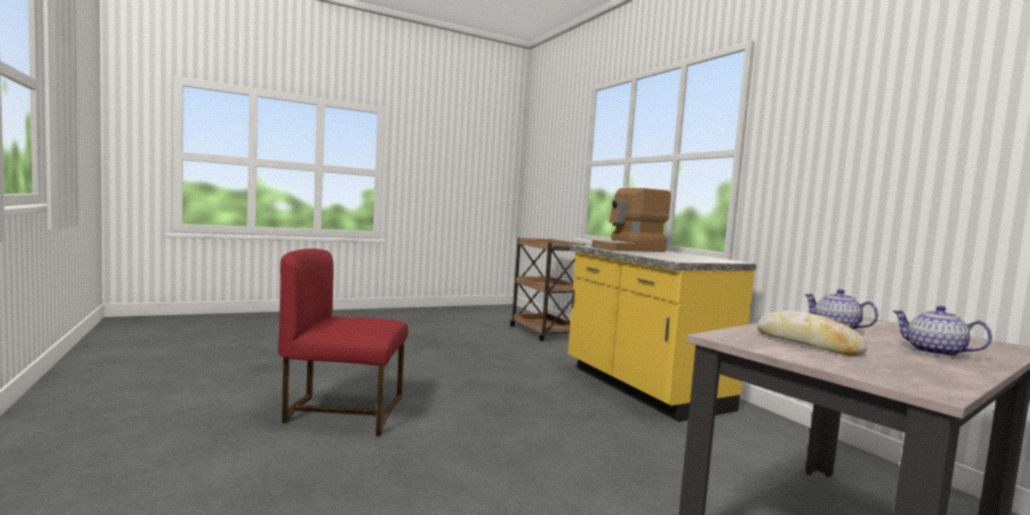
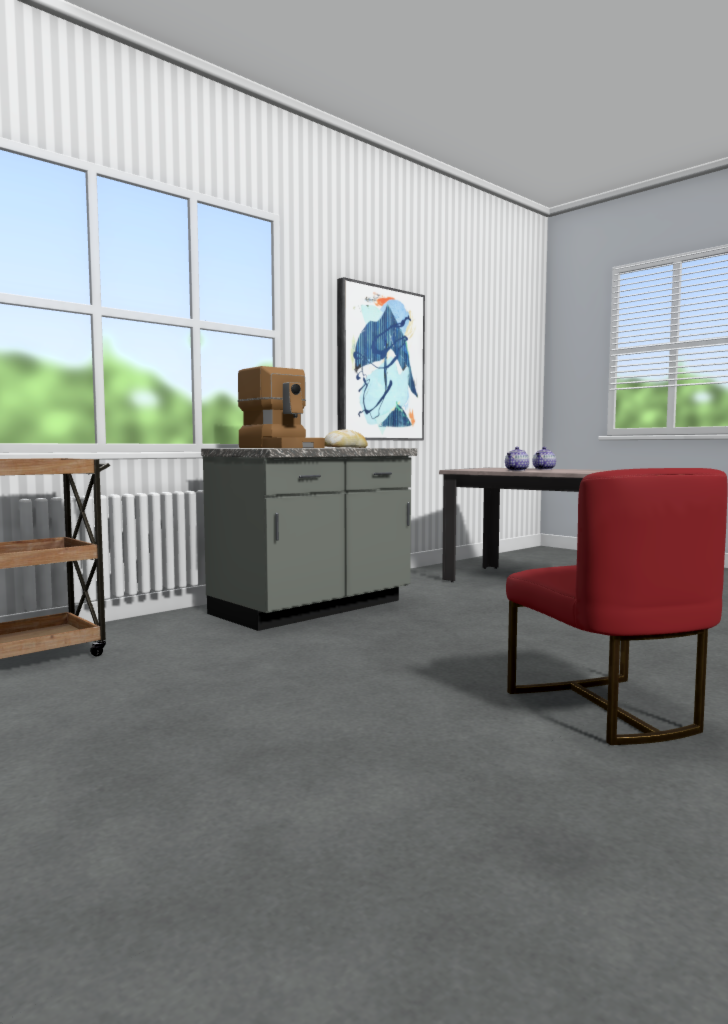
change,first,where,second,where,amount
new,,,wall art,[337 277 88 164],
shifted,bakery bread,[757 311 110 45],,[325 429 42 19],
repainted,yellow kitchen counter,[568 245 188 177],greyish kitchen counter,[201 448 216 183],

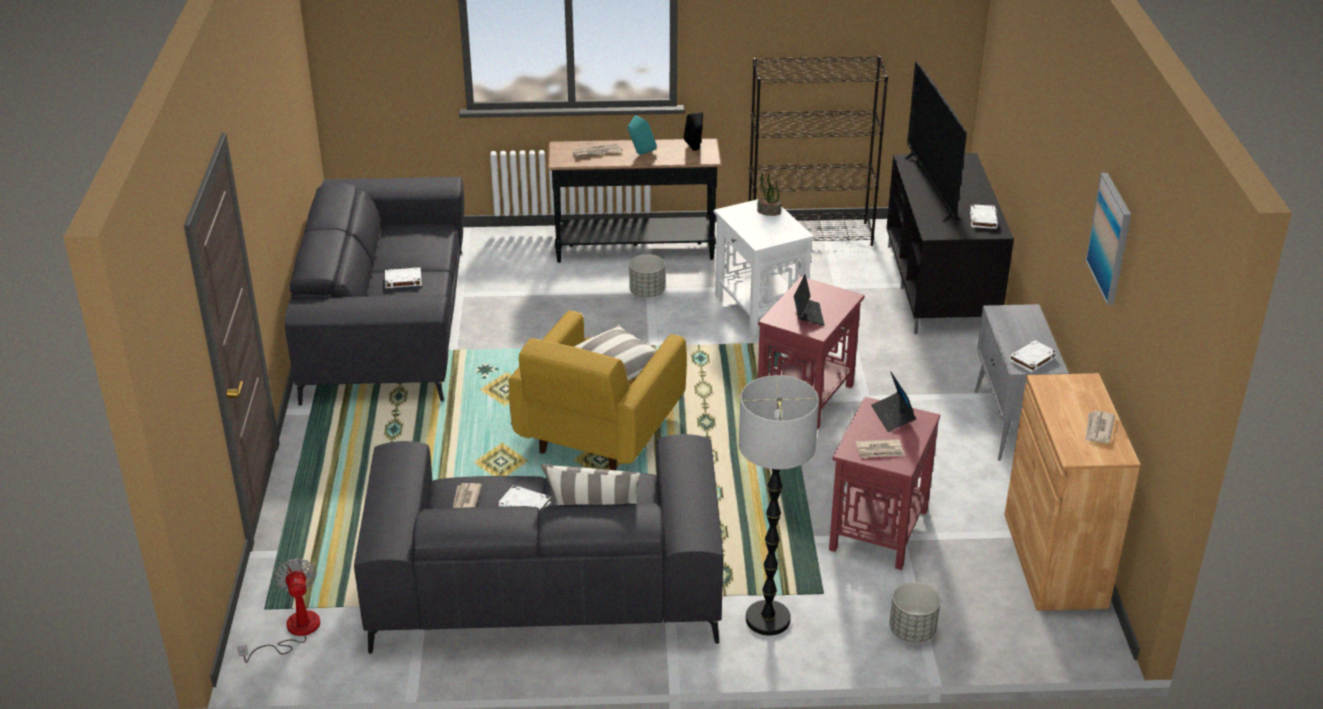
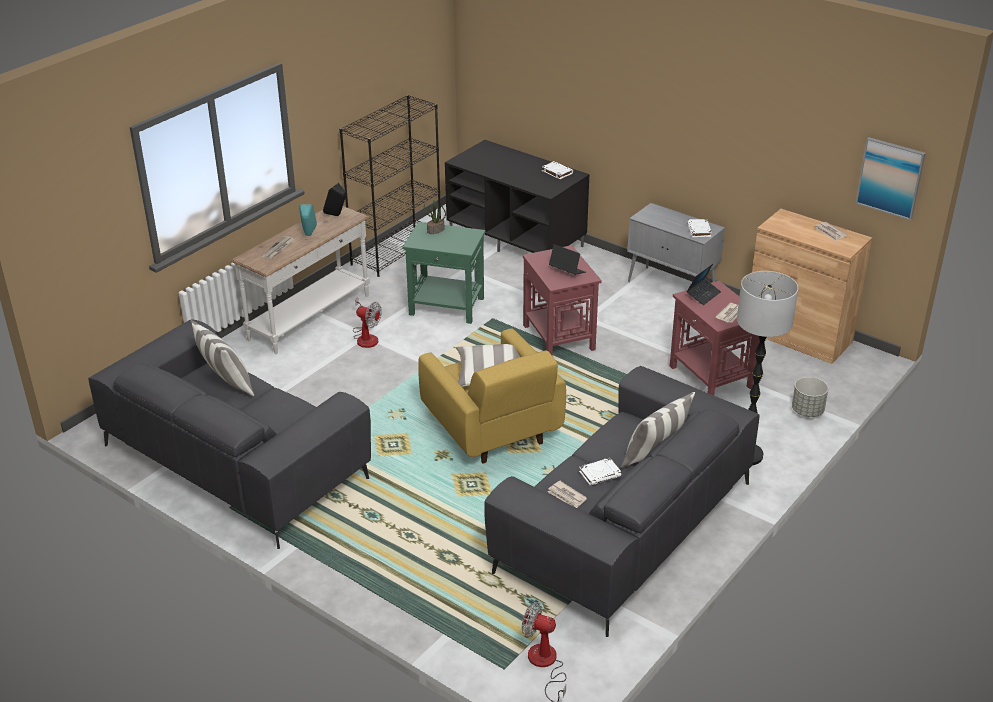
change,first,where,second,where,amount
gone,white-coloured bound book,[385 268 37 20],,,
gone,TV set,[904 61 63 161],,,
new,,,throw pillow,[190 320 64 76],
shifted,wall art,[1085 173 46 132],,[856 137 70 83],
swapped,greyish flower pot,[629 254 36 43],fan,[353 297 29 51],
repainted,black narrow table,[547 139 175 124],white-coloured narrow table,[231 206 139 148],
repainted,white-coloured side table,[714 197 100 139],green side table,[402 222 84 102],
rotated,notebook computer,[871 372 45 60],,[687 264 34 41],75 degrees counterclockwise

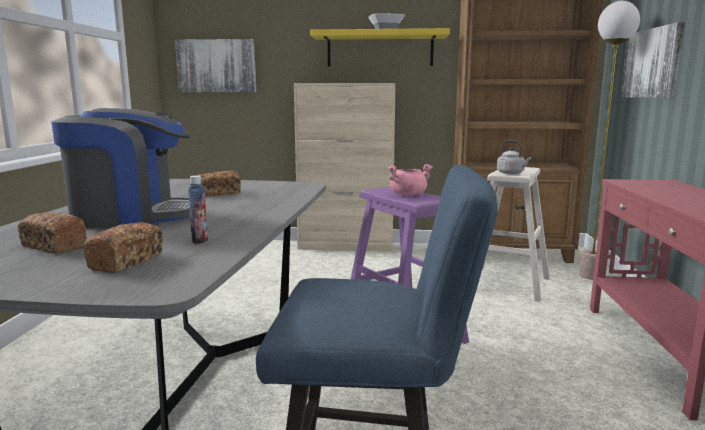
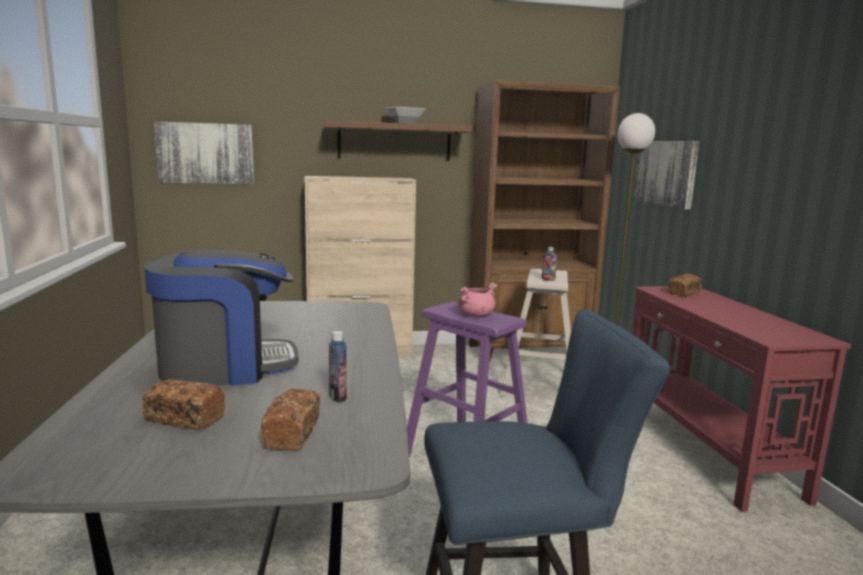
change,first,where,second,where,amount
shifted,bakery bread,[198 171 43 25],,[668 274 34 23],
swapped,greyish kettle,[497 140 34 34],drink bottle,[542 247 15 34],
repainted,yellow bracket shelf,[310 28 140 39],brown-coloured bracket shelf,[324 120 149 41],

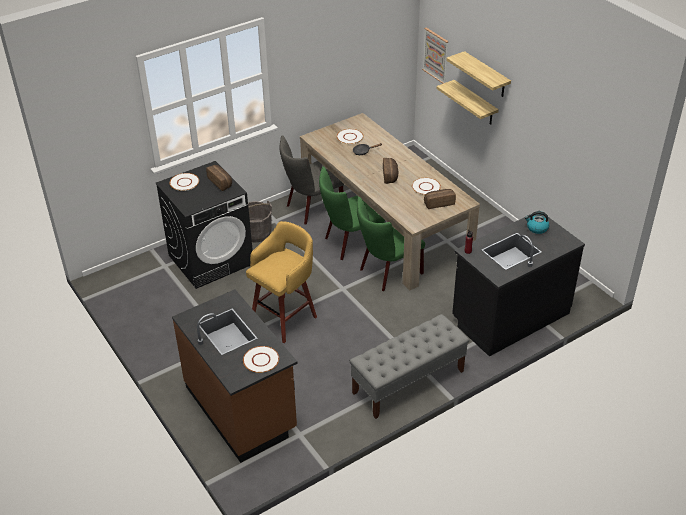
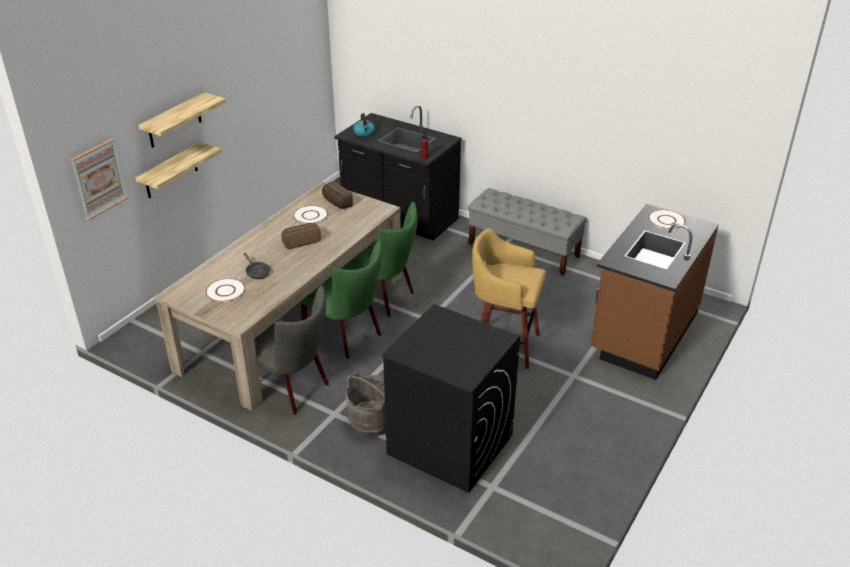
change,first,where,second,where,amount
gone,white-coloured flat dish,[170 173 29 18],,,
gone,bakery bread,[206 165 26 26],,,

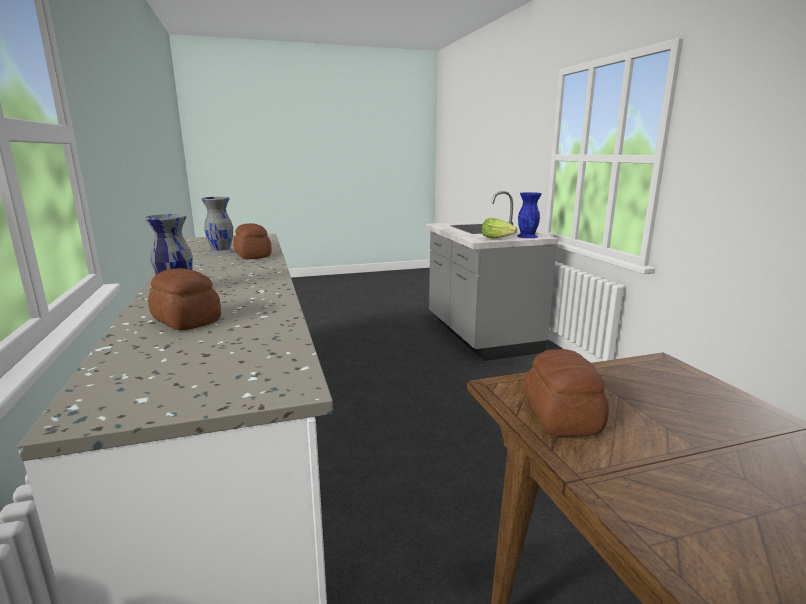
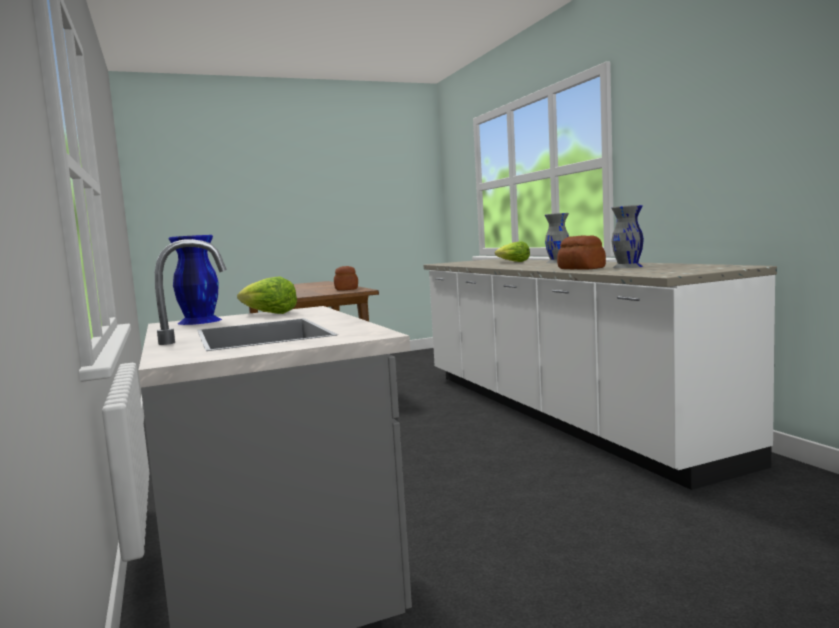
change,first,where,second,where,amount
swapped,bakery bread,[148 268 73 62],lettuce head,[495 241 35 21],

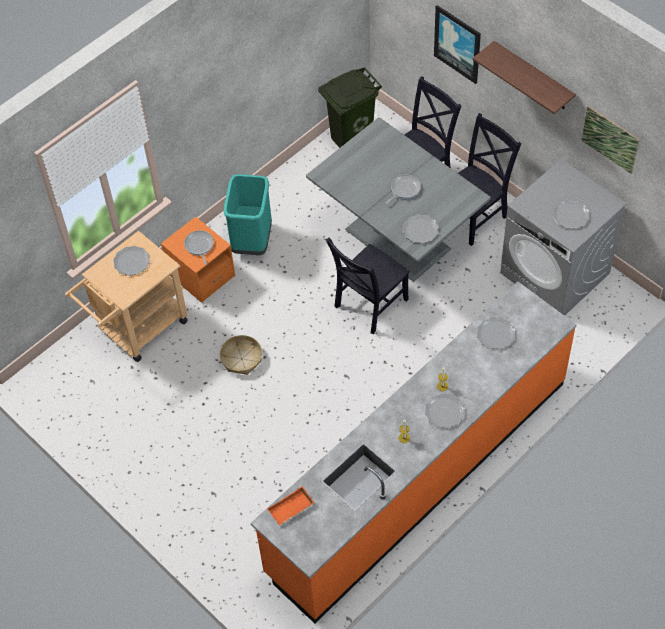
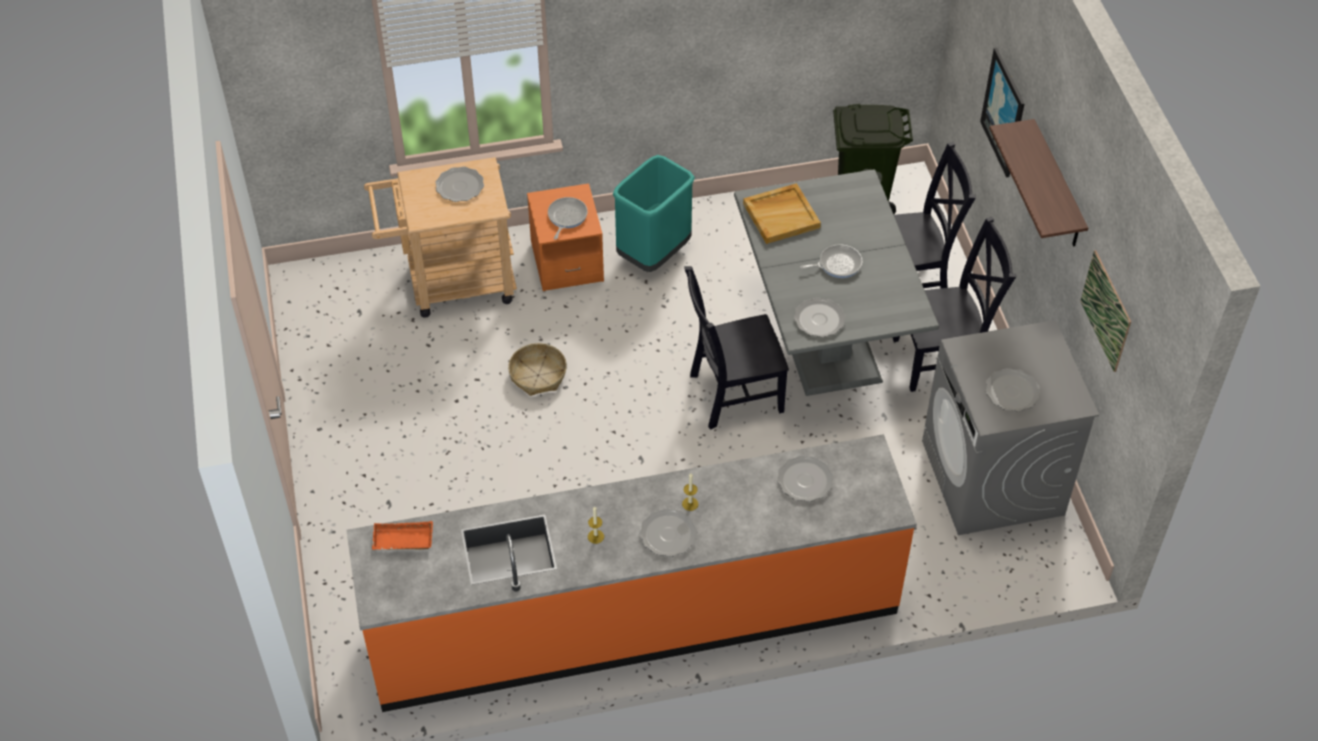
change,first,where,second,where,amount
new,,,beige-coloured tray,[743 183 78 61],

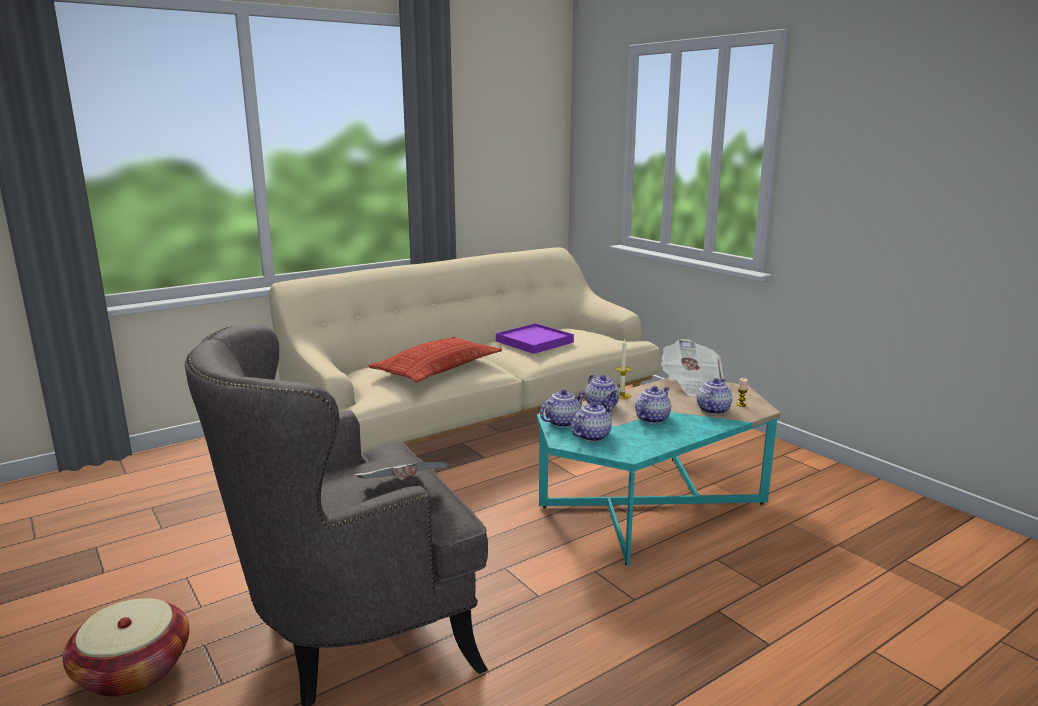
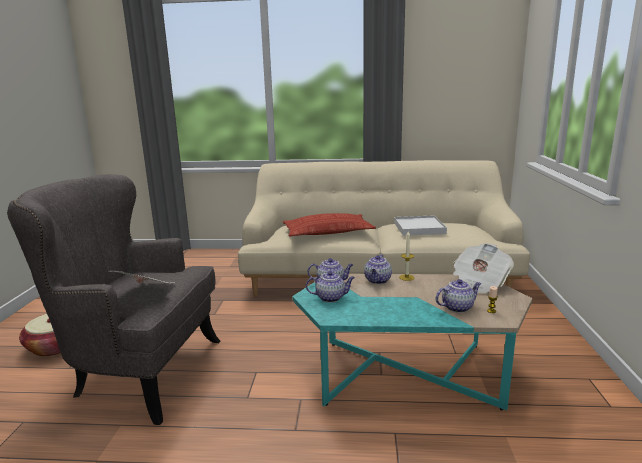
change,first,where,second,where,amount
gone,tea pot,[635 386 36 38],,,
repainted,purple tray,[496 323 78 31],white-coloured tray,[394 215 53 21],

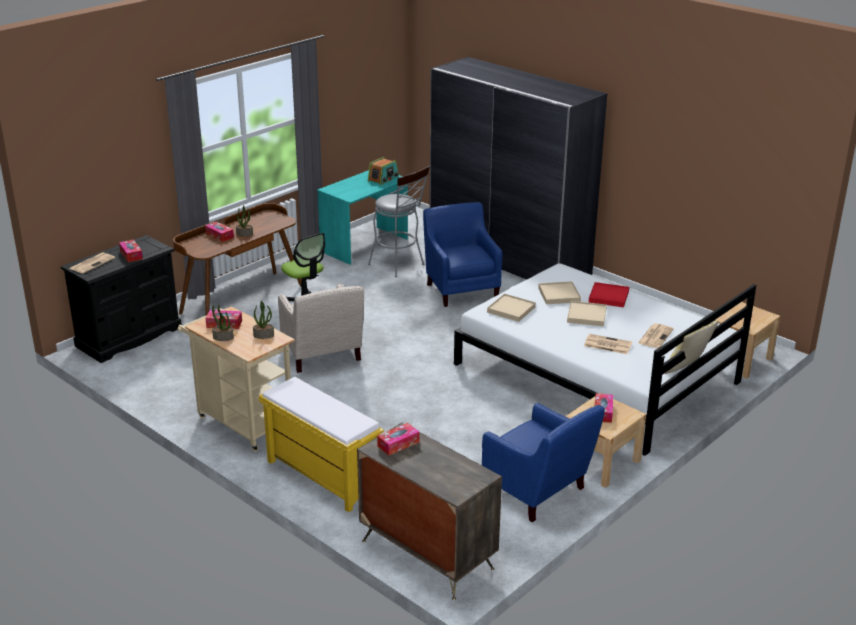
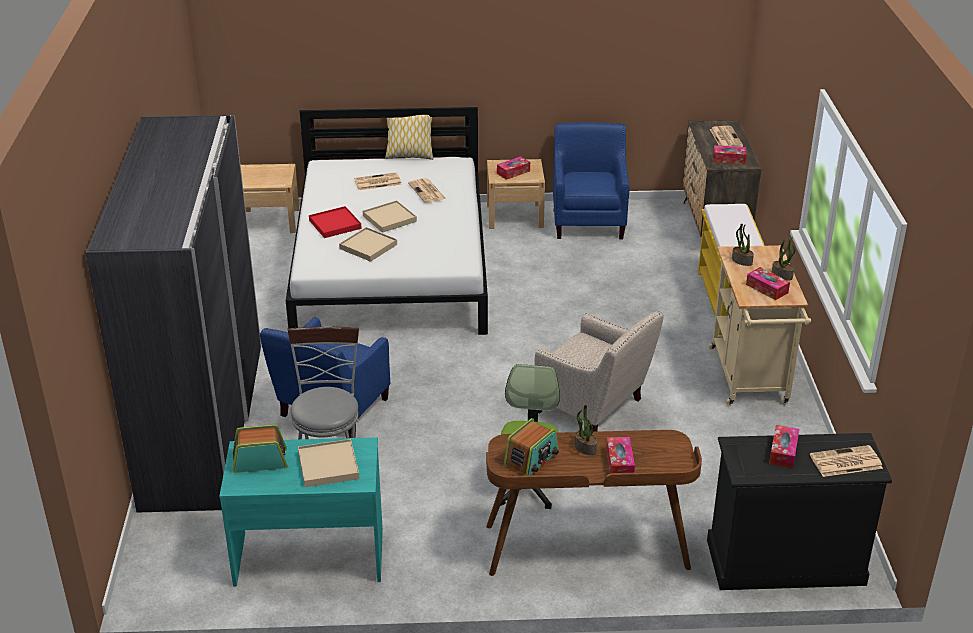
change,first,where,second,where,amount
new,,,radio,[503 418 56 58],
new,,,daily paper,[710 126 33 21],
shifted,beige-coloured tray,[487 294 49 28],,[298 439 61 48],
rotated,beige-coloured easy chair,[278 284 86 89],,[534 311 130 121],105 degrees clockwise

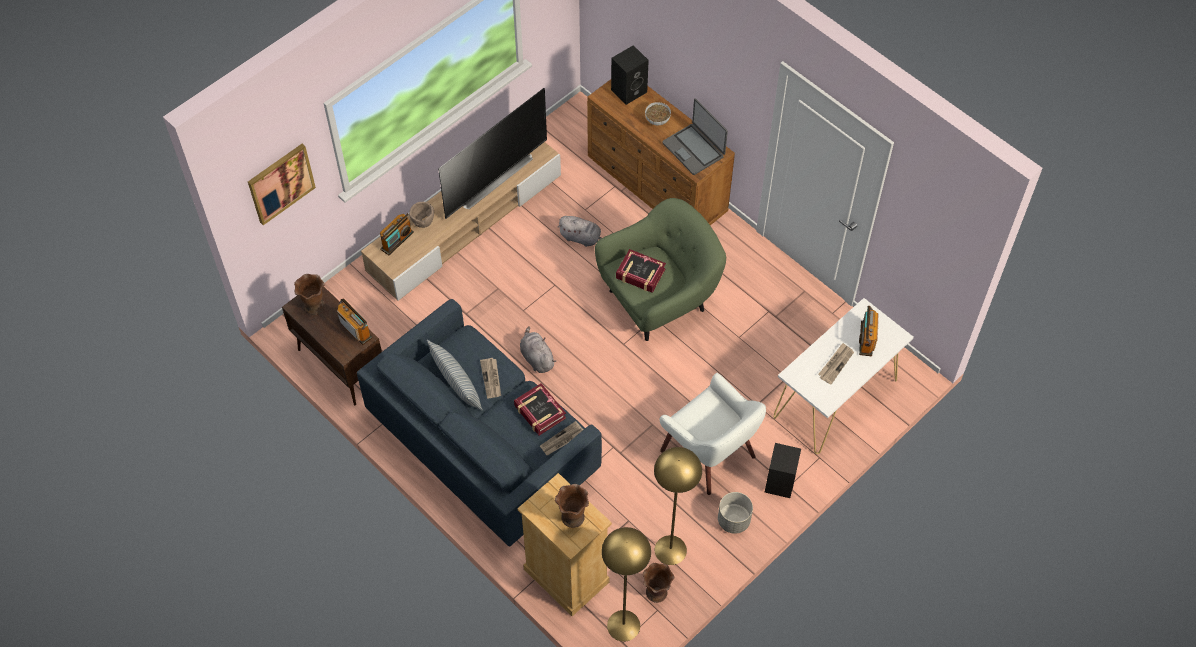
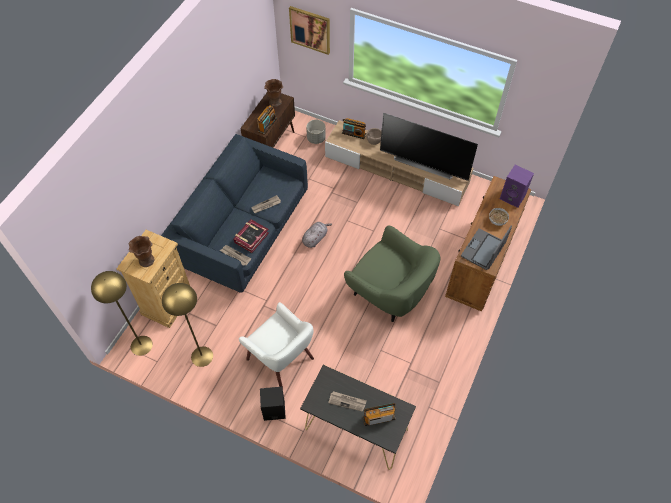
change,first,where,second,where,amount
gone,throw pillow,[427 340 56 71],,,
gone,greyish soft toy,[558 216 44 31],,,
gone,bound book,[616 249 50 44],,,
gone,brown-coloured decorative vase,[642 563 32 40],,,
shifted,greyish flower pot,[718 492 35 42],,[306 120 20 24],
repainted,black audio speaker,[611 45 38 60],purple audio speaker,[500 165 34 43],
repainted,white-coloured narrow table,[774 298 140 156],black narrow table,[300 365 116 105],
rotated,white-coloured easy chair,[660 373 106 122],,[239 302 75 87],75 degrees counterclockwise

